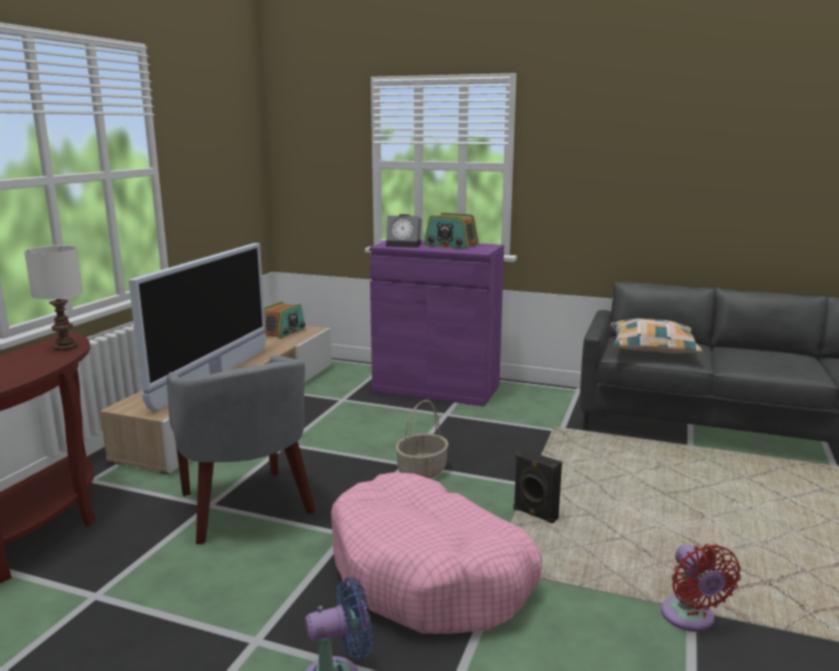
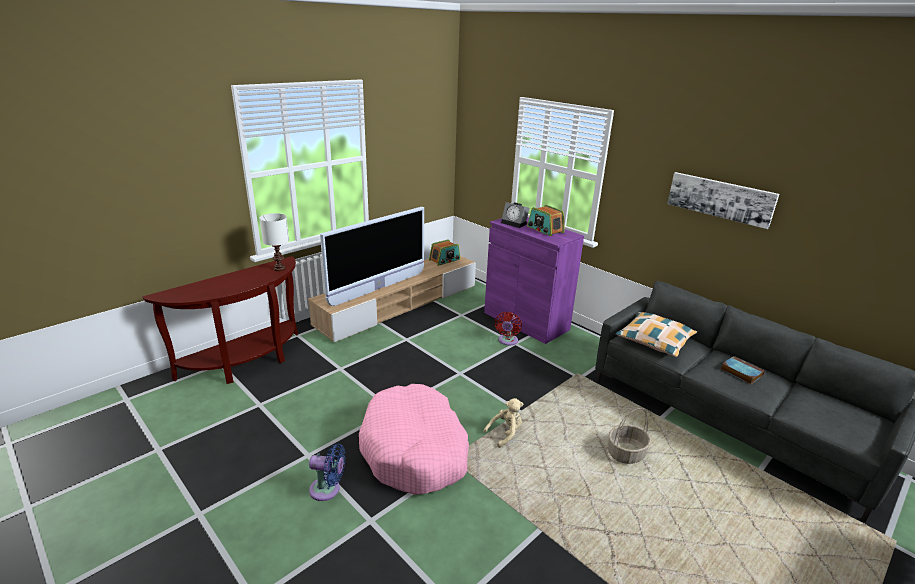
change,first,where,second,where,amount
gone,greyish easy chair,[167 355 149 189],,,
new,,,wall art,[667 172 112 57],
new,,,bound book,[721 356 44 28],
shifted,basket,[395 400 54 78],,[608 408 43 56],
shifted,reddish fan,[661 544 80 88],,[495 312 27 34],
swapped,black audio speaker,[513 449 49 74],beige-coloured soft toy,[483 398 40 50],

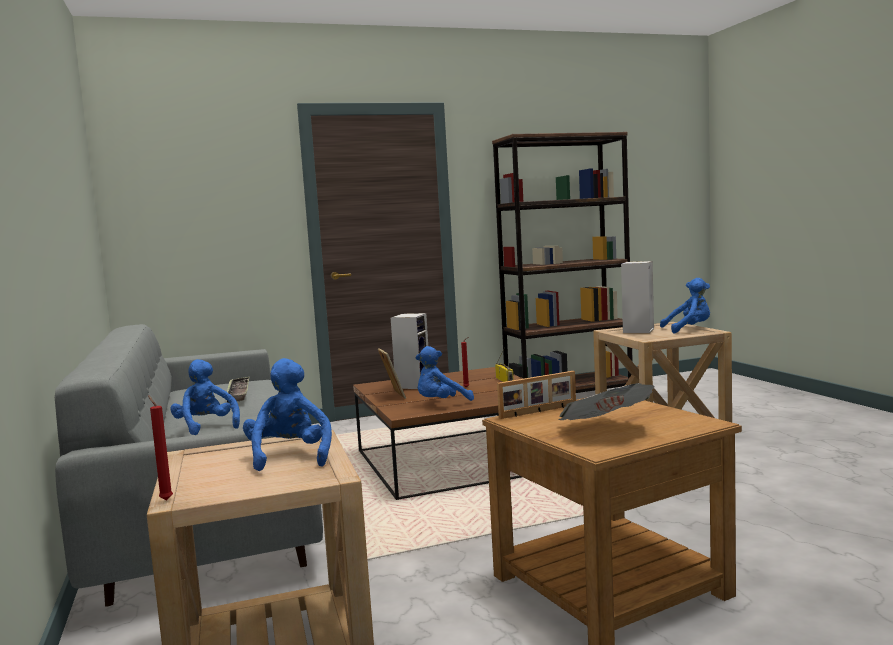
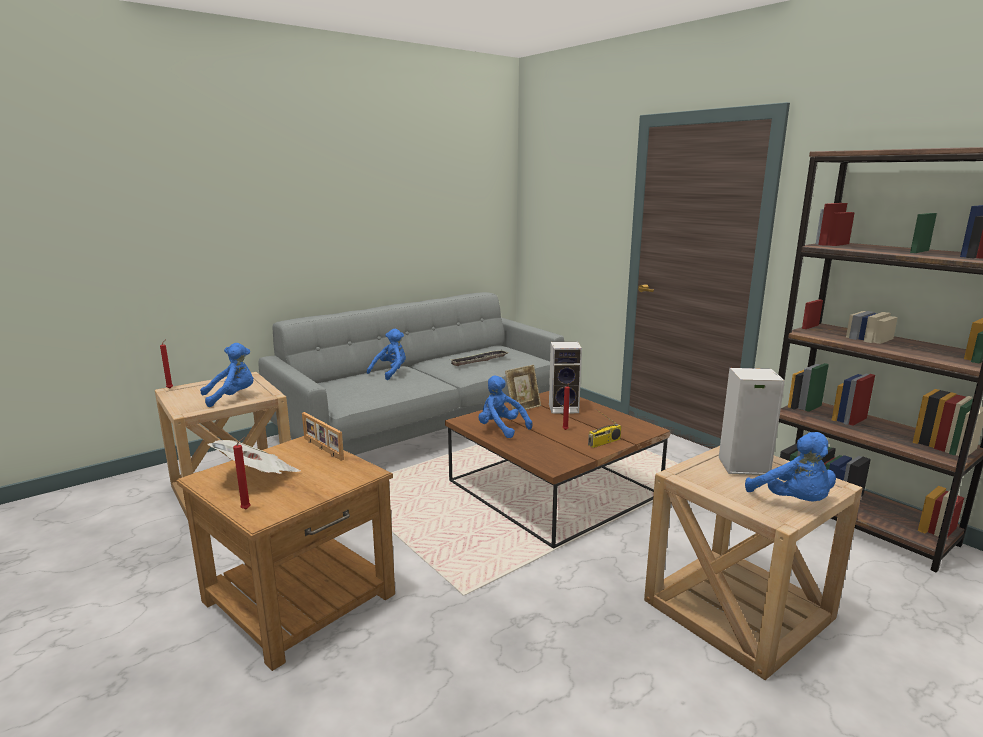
change,first,where,second,where,amount
new,,,reddish wax light,[233 437 18 72],

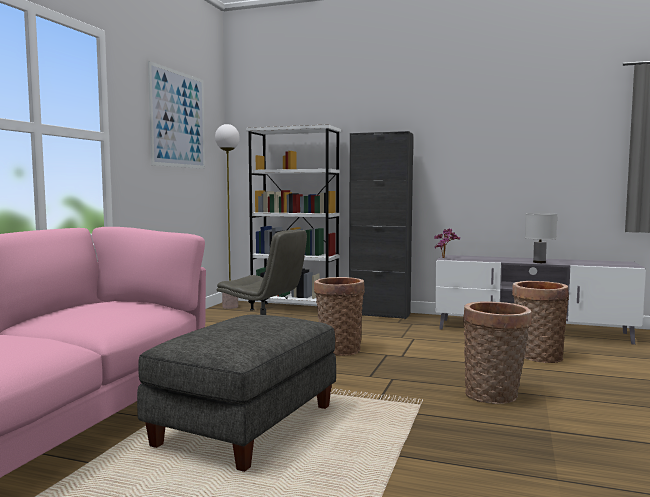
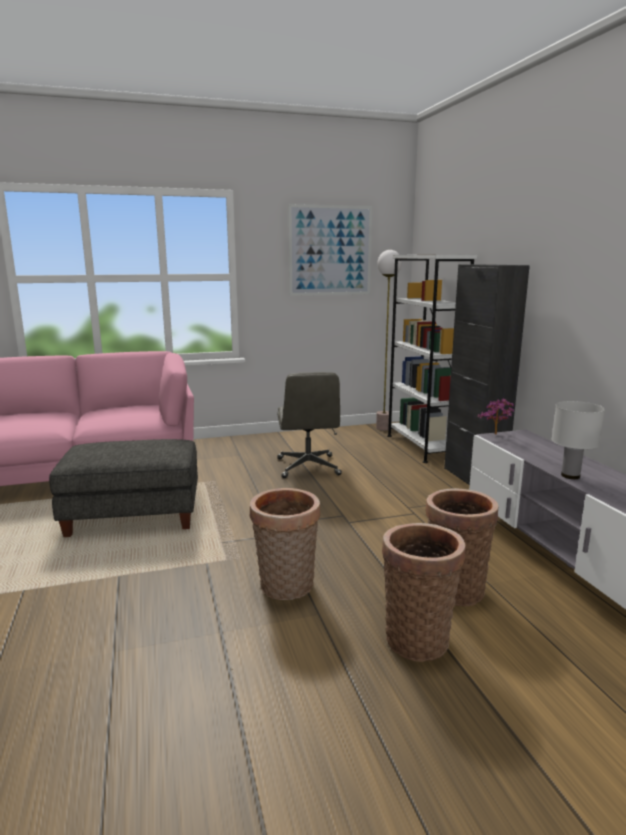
change,first,where,second,where,amount
shifted,basket,[314 277 51 79],,[382 523 84 139],

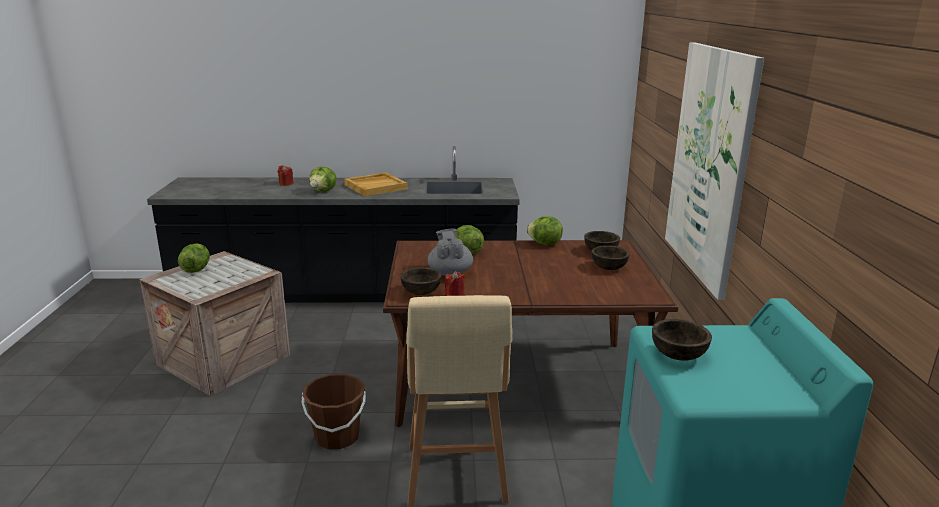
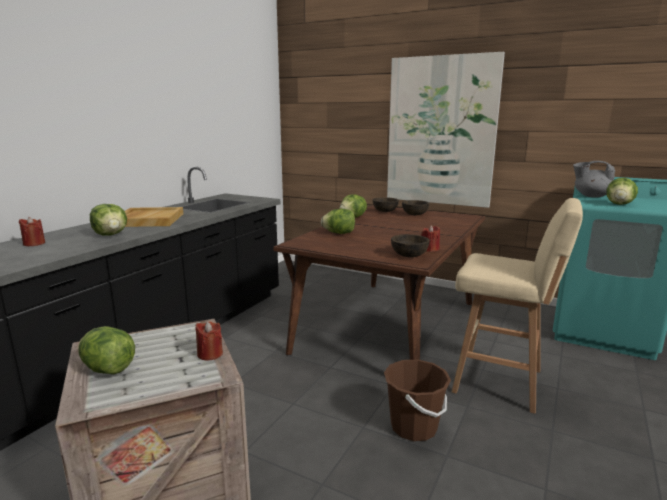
change,first,where,second,where,amount
new,,,reddish wax light,[195 321 28 39],
shifted,greyish tea pot,[428 229 45 47],,[573 161 42 37],
swapped,brown-coloured bowl,[652 319 60 42],lettuce head,[606 178 32 27],

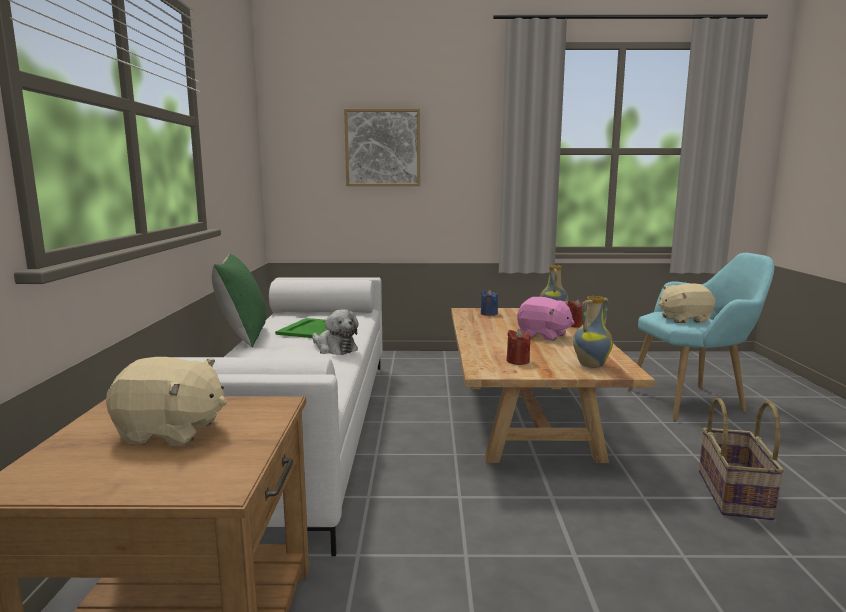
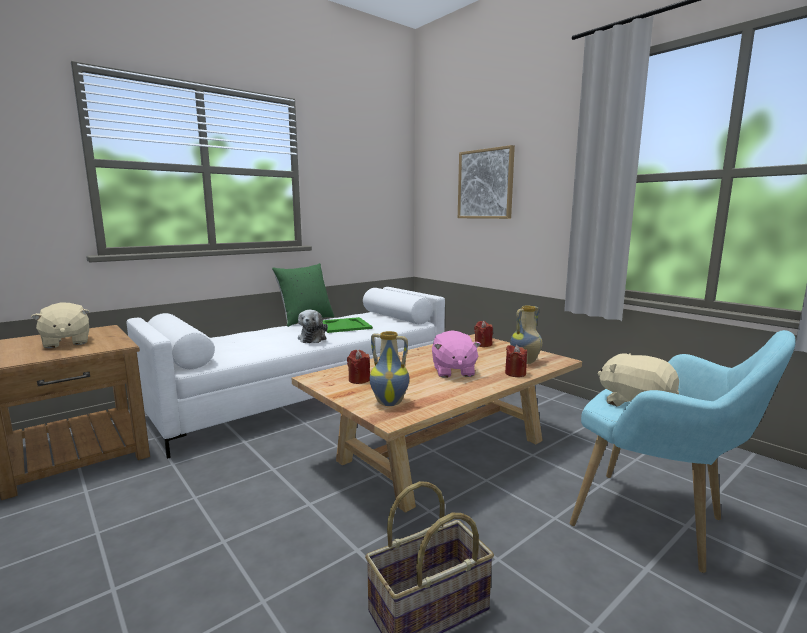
change,first,where,second,where,amount
repainted,blue-coloured wax light,[481 289 17 27],reddish wax light,[474 321 19 26],

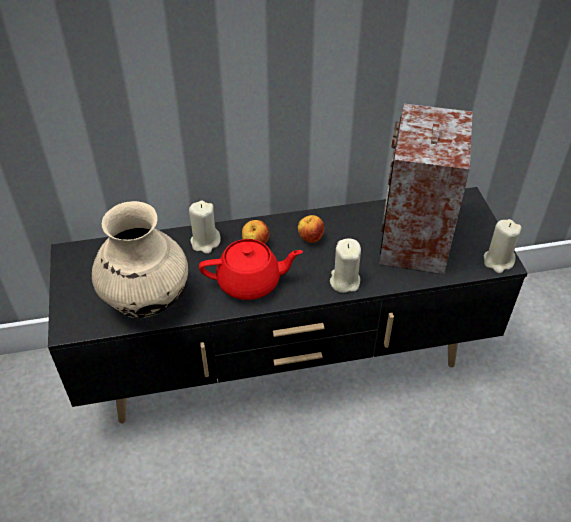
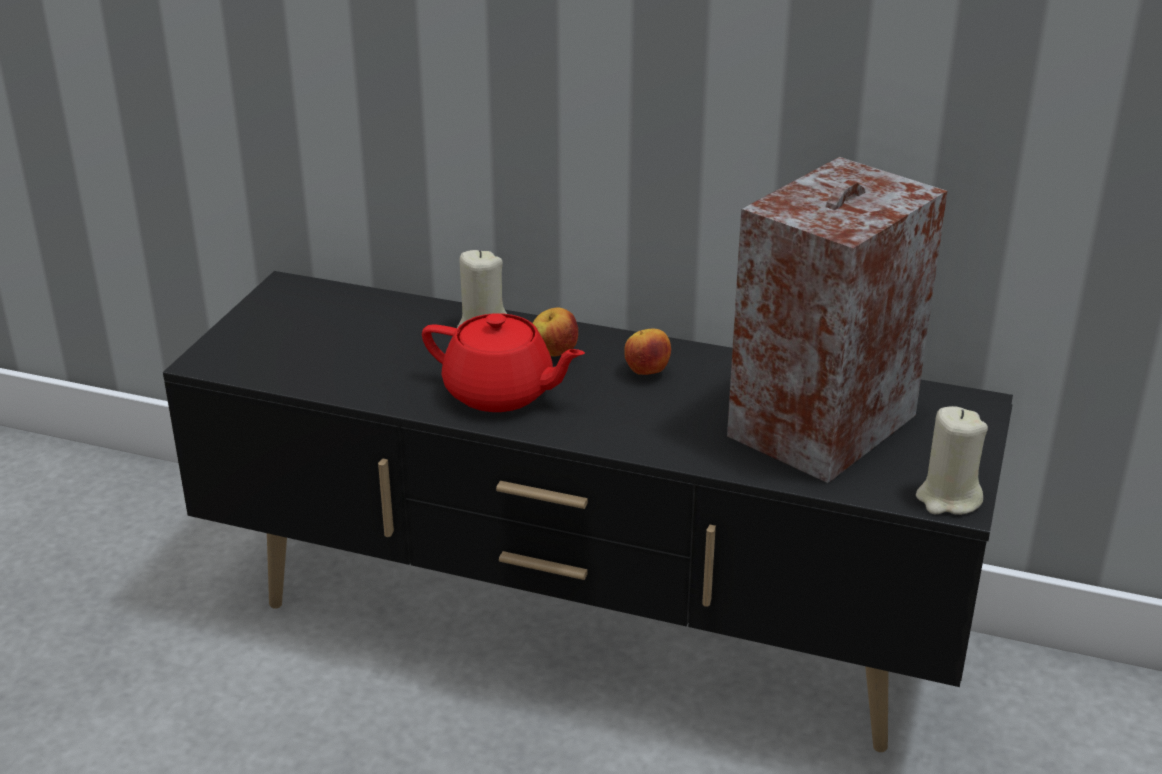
change,first,where,second,where,amount
gone,beige-coloured decorative vase,[92 201 96 117],,,
gone,beige-coloured wax light,[330 238 31 55],,,

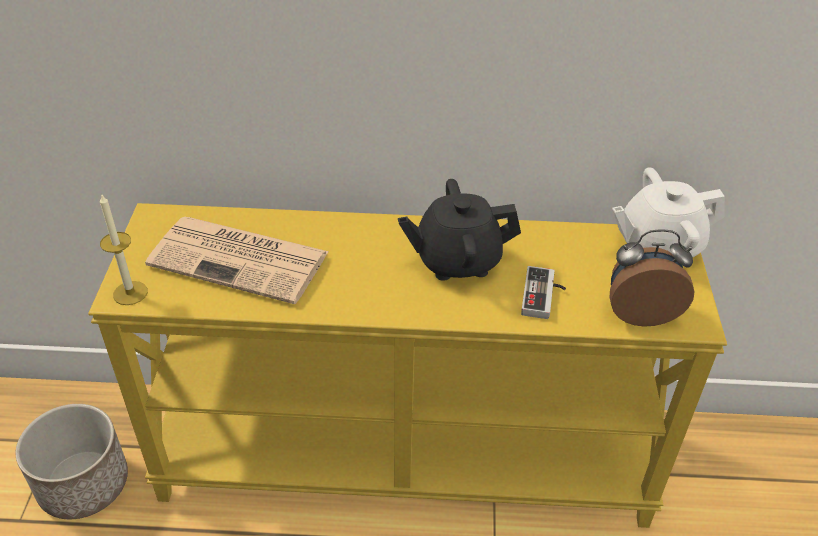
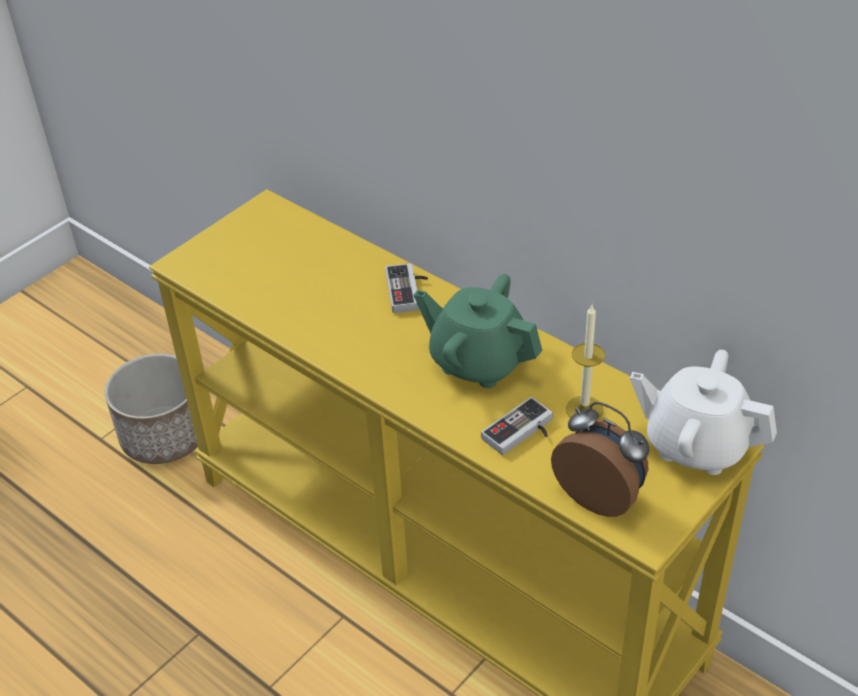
change,first,where,second,where,amount
gone,daily paper,[145 216 184 88],,,
new,,,gamepad,[385 263 43 50],
shifted,wax light,[100 193 48 112],,[566 305 39 115],
repainted,black tea pot,[398 179 123 102],green tea pot,[414 274 128 114],

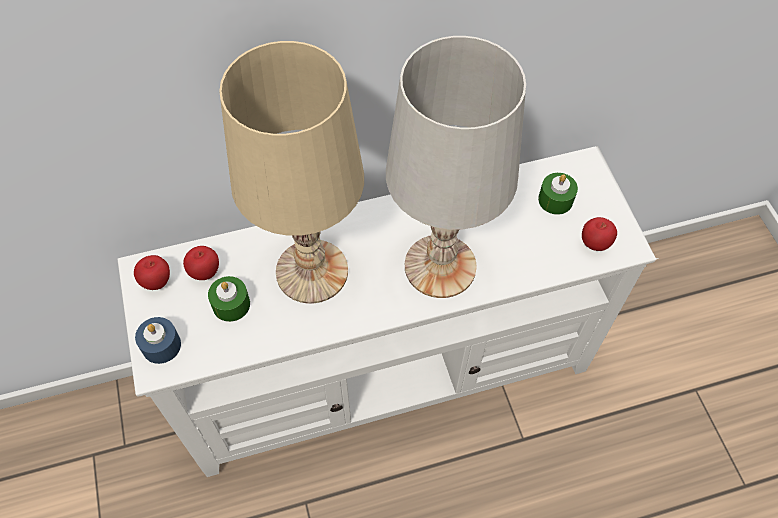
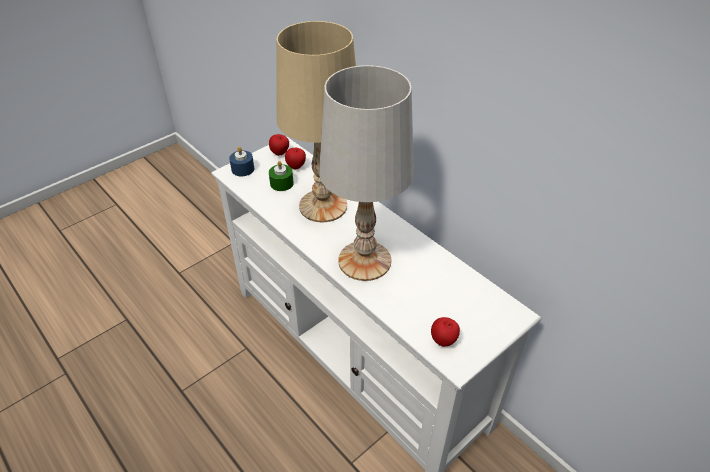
change,first,where,second,where,amount
gone,green wax light,[538 173 40 42],,,

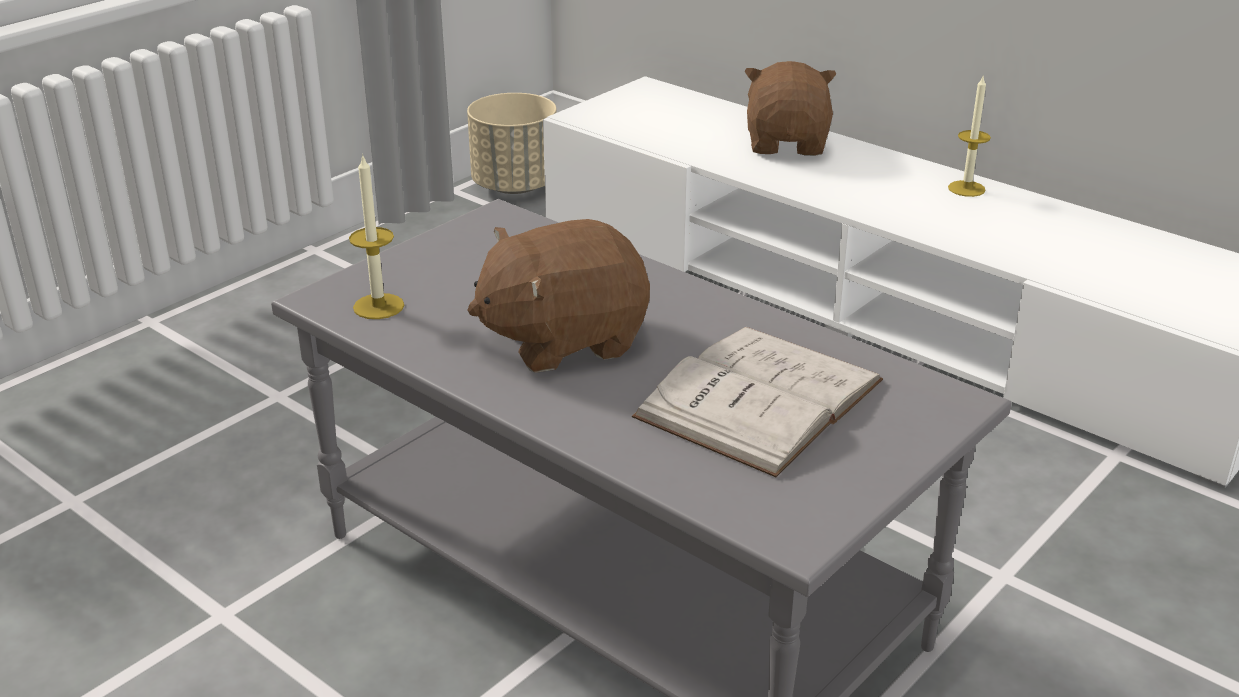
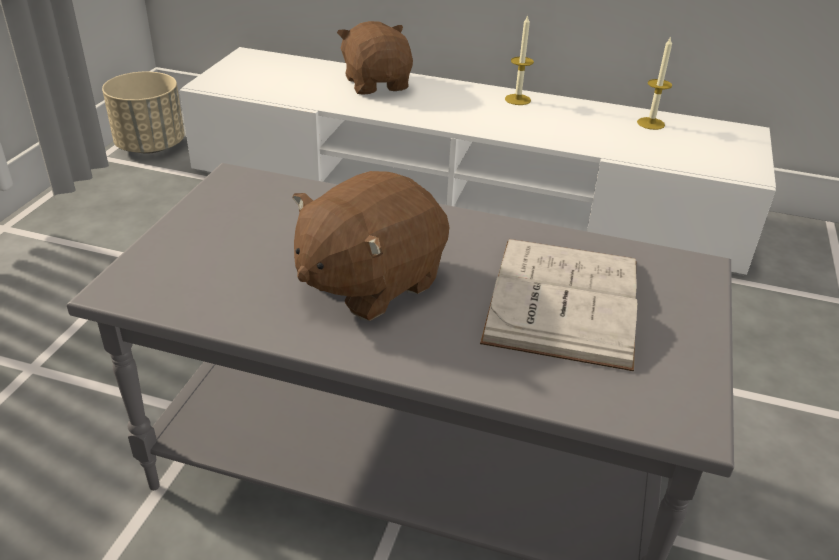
change,first,where,second,where,amount
shifted,wax light,[349 154 55 165],,[637 36 35 94],

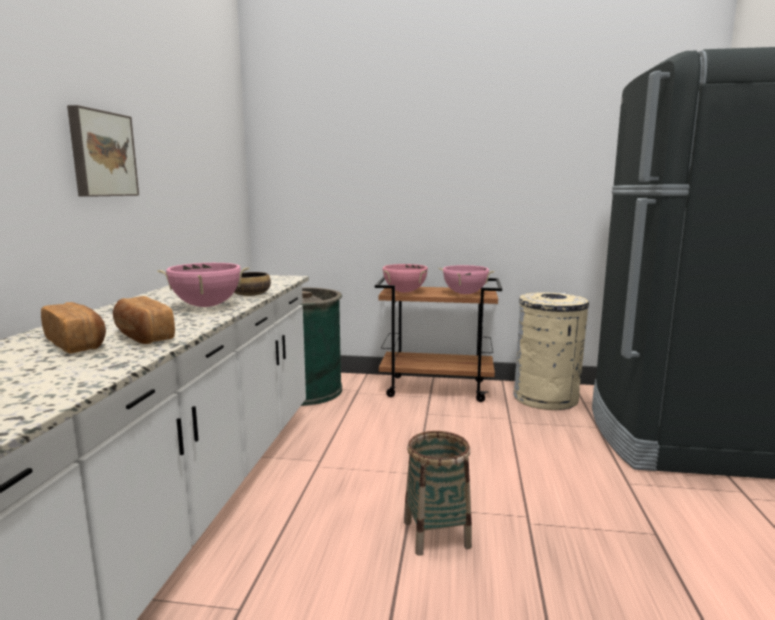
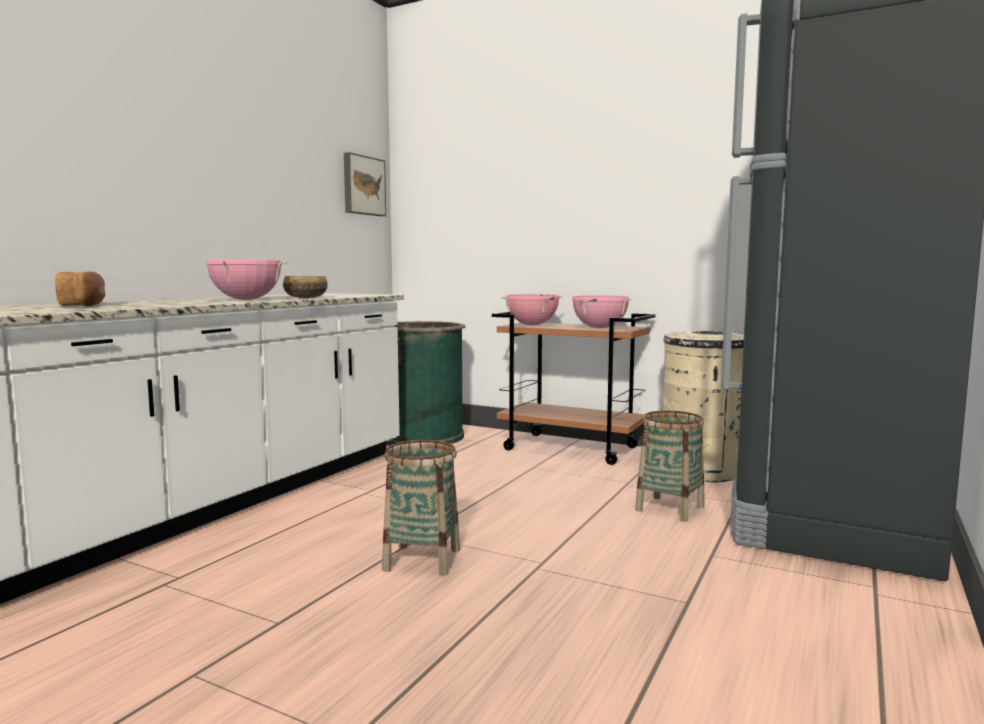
change,first,where,second,where,amount
gone,bakery bread,[113 296 62 48],,,
new,,,basket,[635 411 70 111],
shifted,wall art,[67 105 72 92],,[344 152 42 64],

